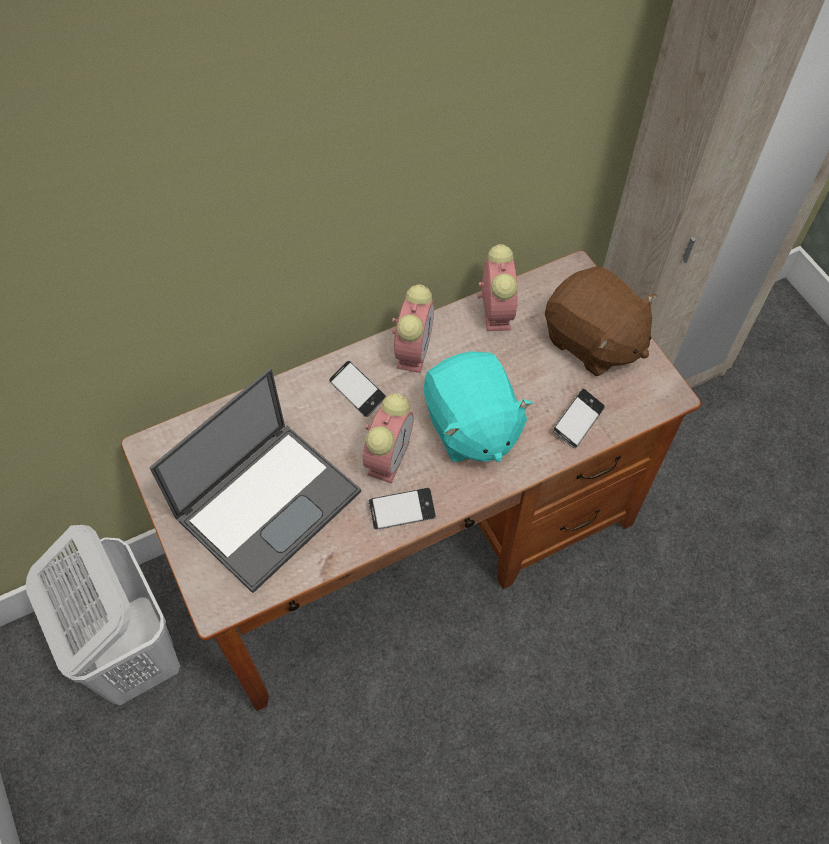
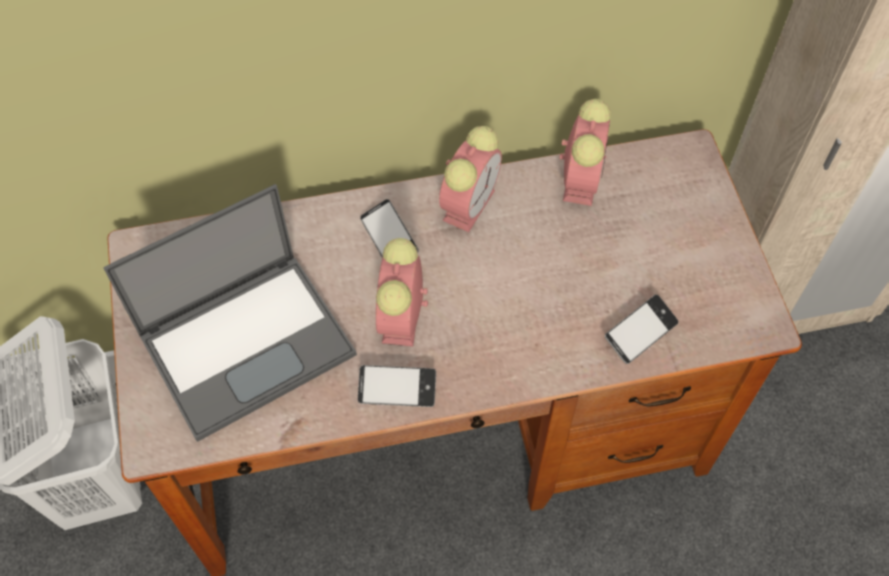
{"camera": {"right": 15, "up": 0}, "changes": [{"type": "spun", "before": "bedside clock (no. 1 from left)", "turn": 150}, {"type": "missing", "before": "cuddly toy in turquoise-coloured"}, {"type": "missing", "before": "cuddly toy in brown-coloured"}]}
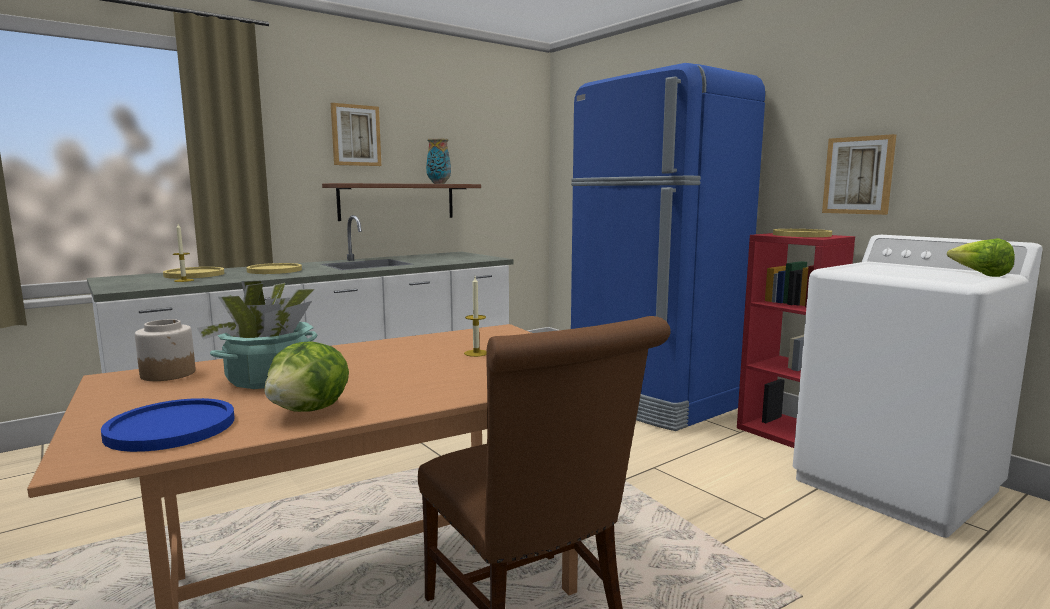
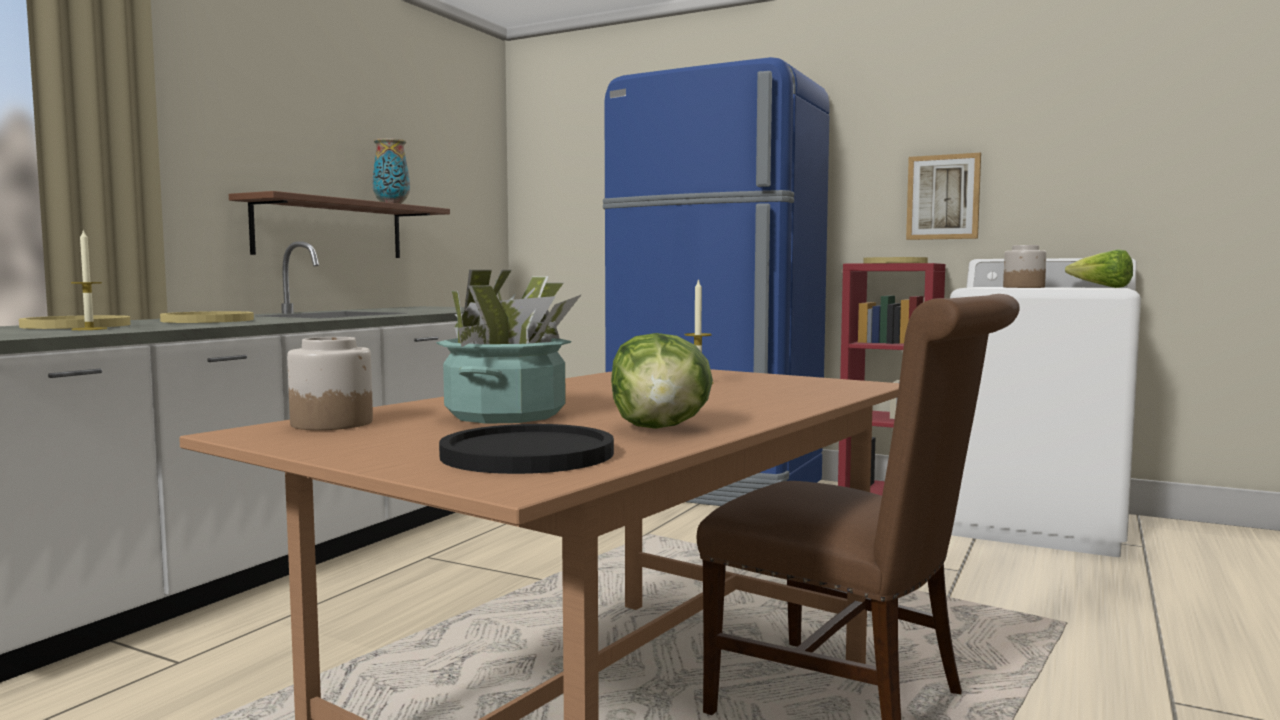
{"camera": {"right": -25, "up": -5}, "changes": [{"type": "colour", "before": "plate in bluish", "after": "plate in black-coloured"}, {"type": "appeared", "after": "storage jar (no. 2 from left)"}, {"type": "missing", "before": "wall picture (no. 1 from left)"}]}
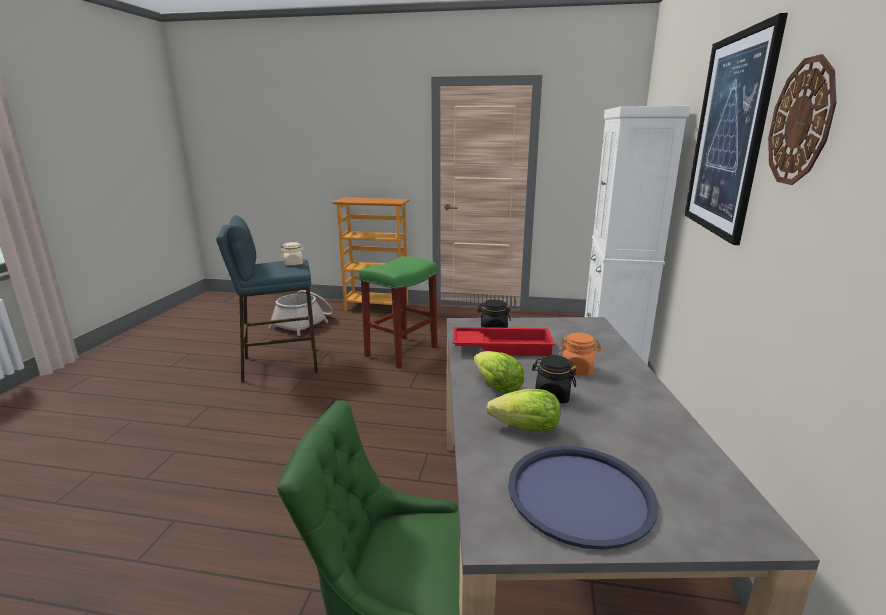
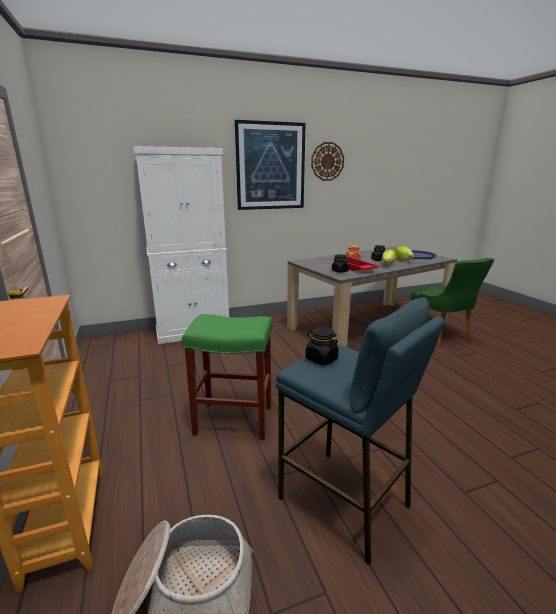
{"camera": {"right": -120, "up": 0}, "changes": [{"type": "colour", "before": "storage jar in beige-coloured", "after": "storage jar in black-coloured (no. 1 from left)"}]}
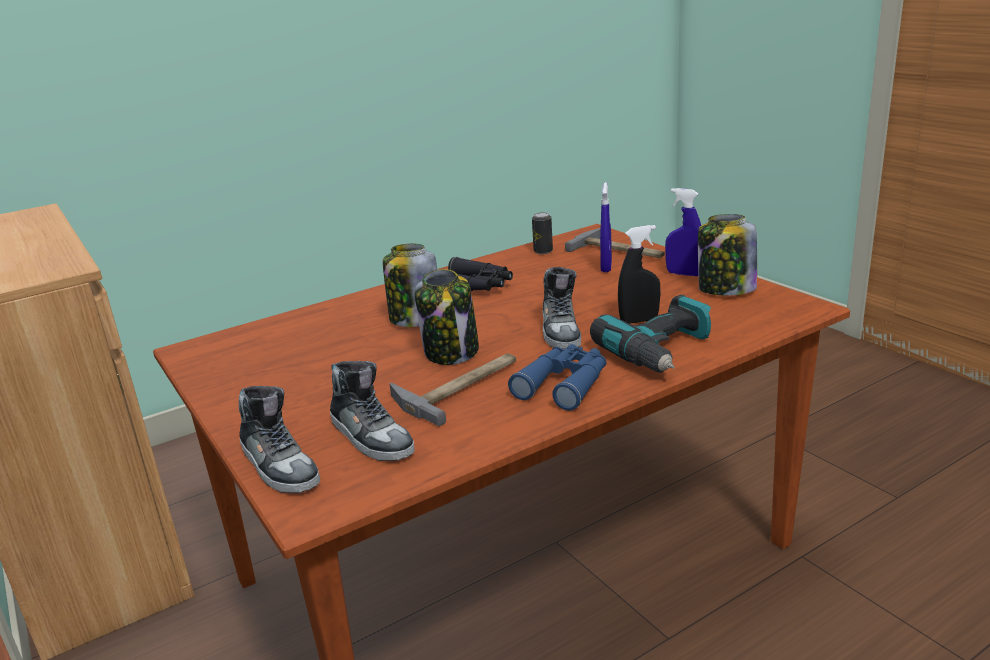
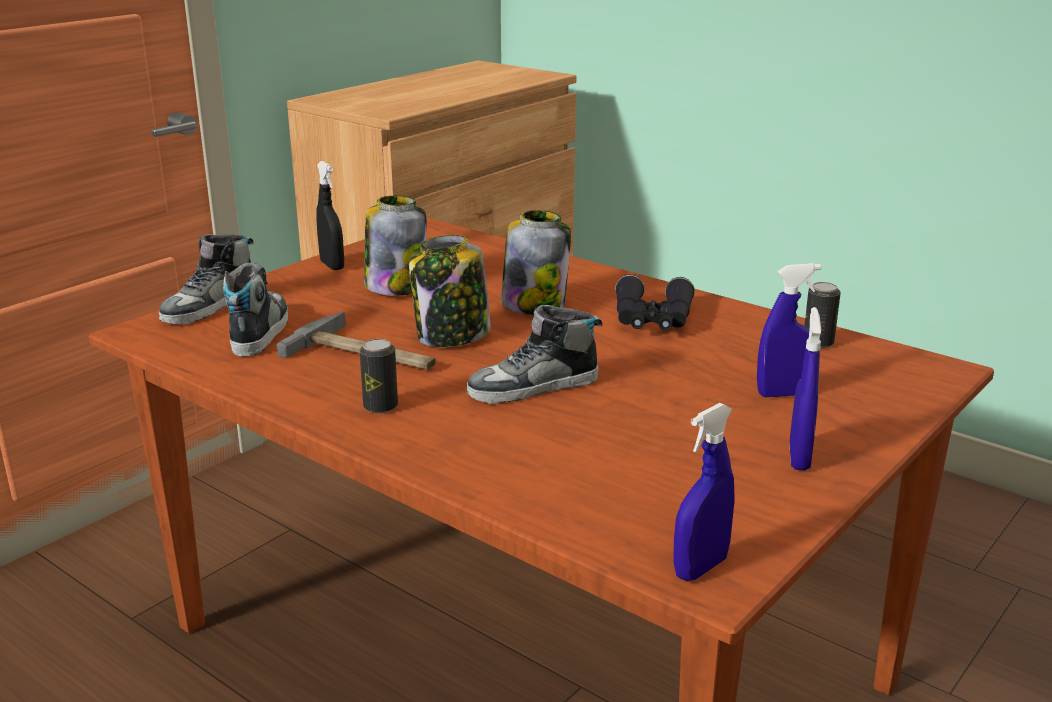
{"camera": {"right": 70, "up": 0}, "changes": [{"type": "spun", "before": "item of footwear (no. 2 from left)", "turn": 150}, {"type": "relocated", "before": "spray bottle in black-coloured"}, {"type": "exchanged", "before": "binoculars in bluish", "after": "metal can (no. 1 from left)"}, {"type": "relocated", "before": "storage jar (no. 3 from left in the first image)", "after": "storage jar (no. 1 from left)"}, {"type": "appeared", "after": "spray bottle in bluish (no. 1 from left)"}, {"type": "missing", "before": "tool hammer (no. 2 from left)"}, {"type": "missing", "before": "electric drill"}]}
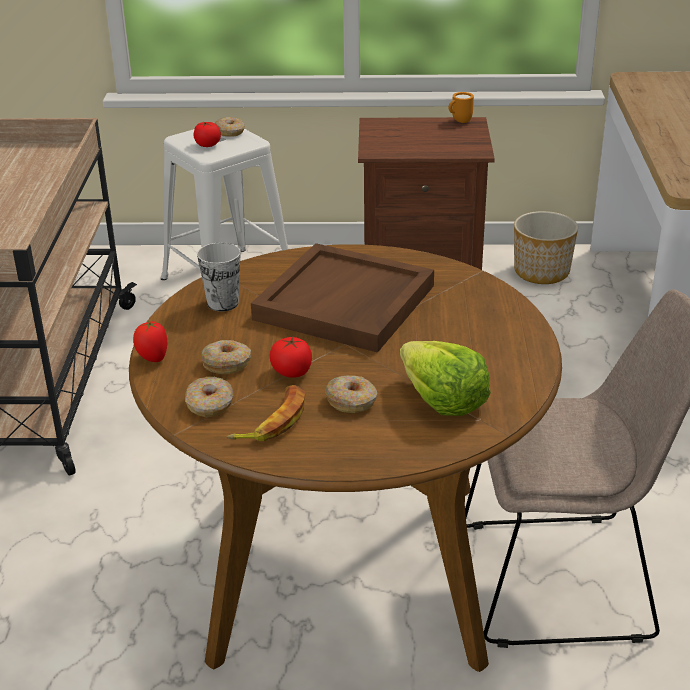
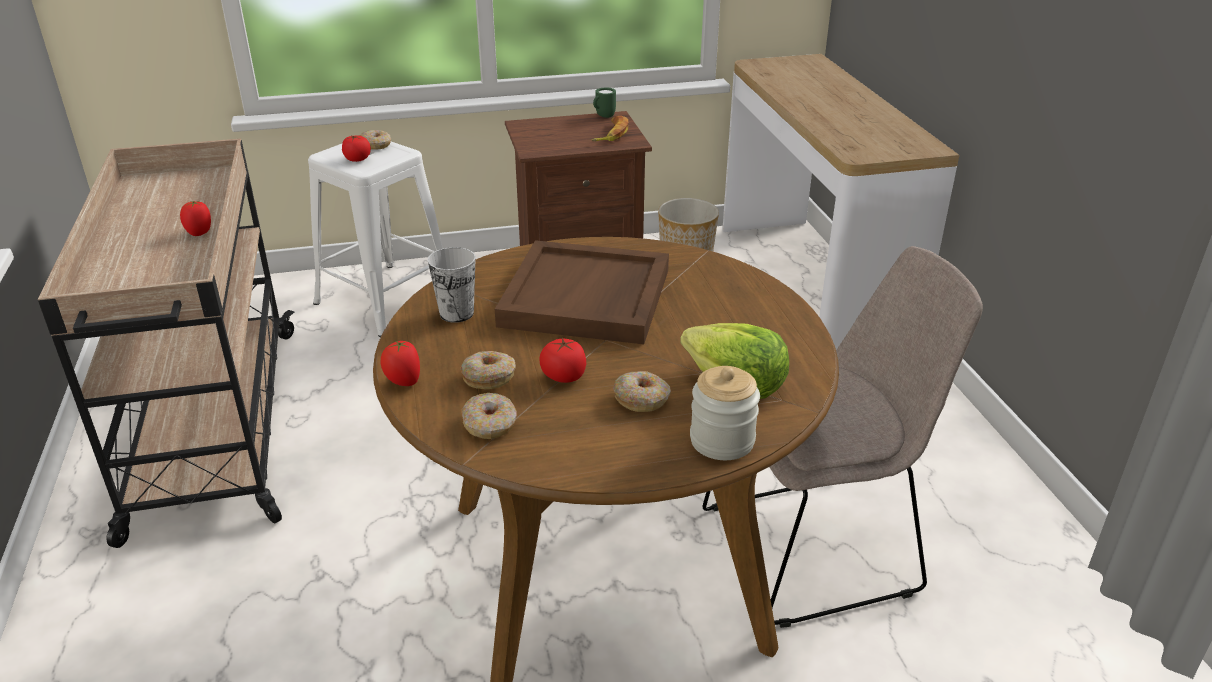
{"camera": {"right": -15, "up": 0}, "changes": [{"type": "appeared", "after": "whole tomato (no. 1 from left)"}, {"type": "relocated", "before": "banana fruit"}, {"type": "colour", "before": "tea mug in orangey", "after": "tea mug in greenish"}, {"type": "appeared", "after": "storage jar"}]}
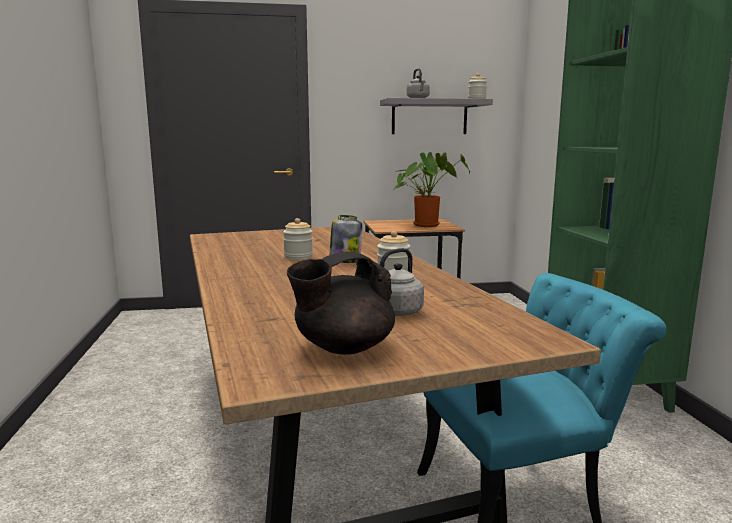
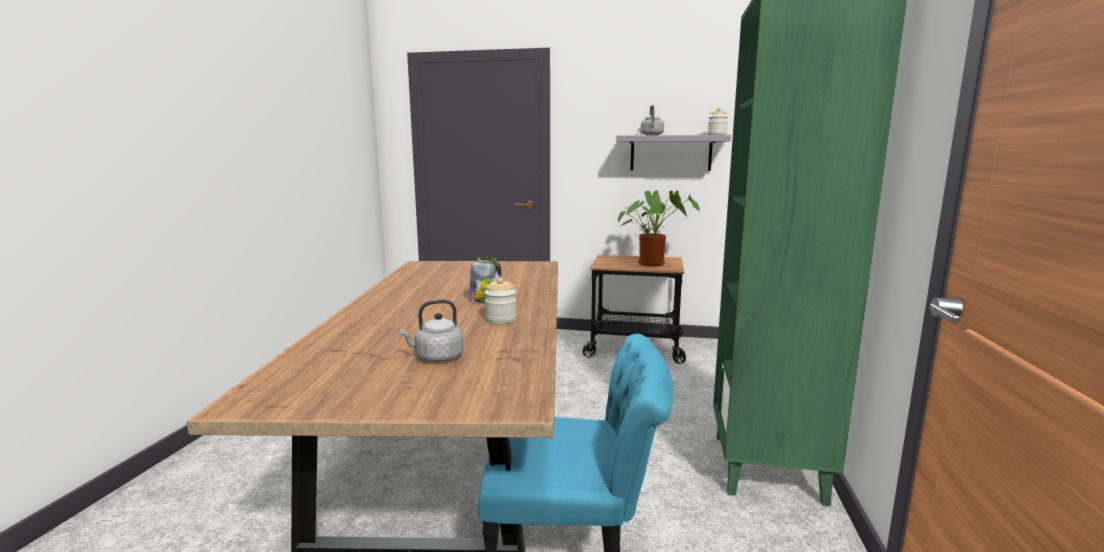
{"camera": {"right": 20, "up": 0}, "changes": [{"type": "missing", "before": "storage jar (no. 1 from left)"}, {"type": "missing", "before": "teapot in black-coloured"}]}
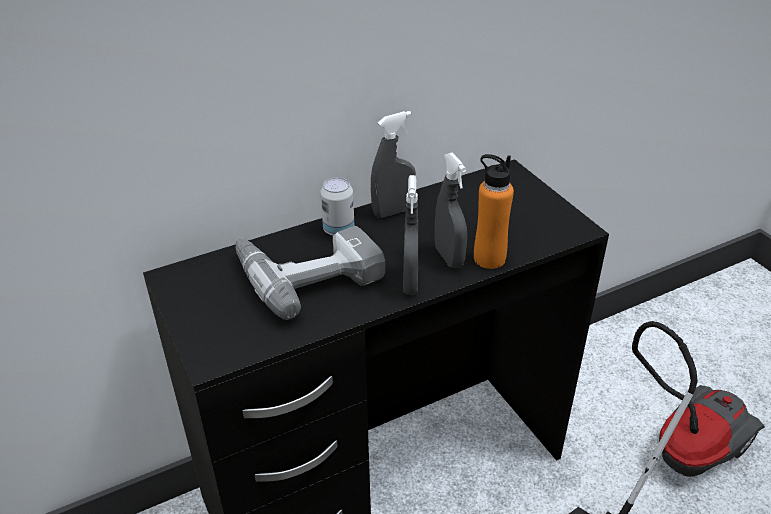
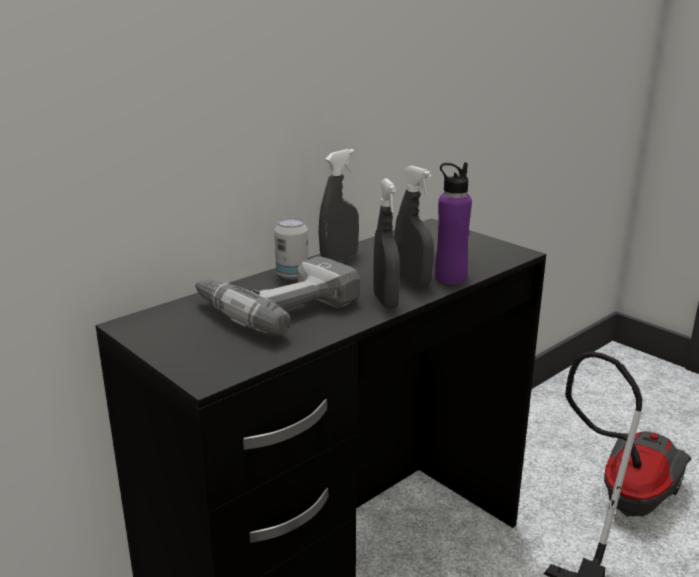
{"camera": {"right": -15, "up": -15}, "changes": [{"type": "colour", "before": "drink bottle in orangey", "after": "drink bottle in purple-coloured"}]}
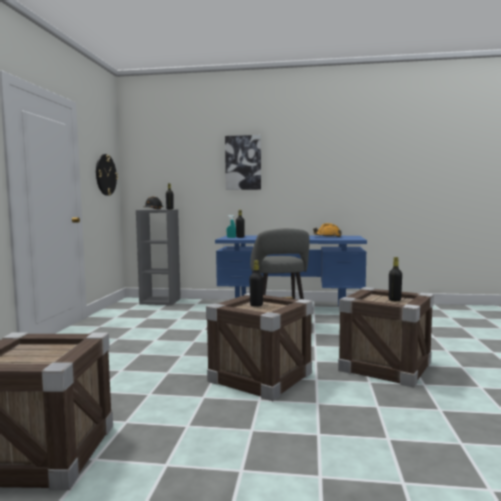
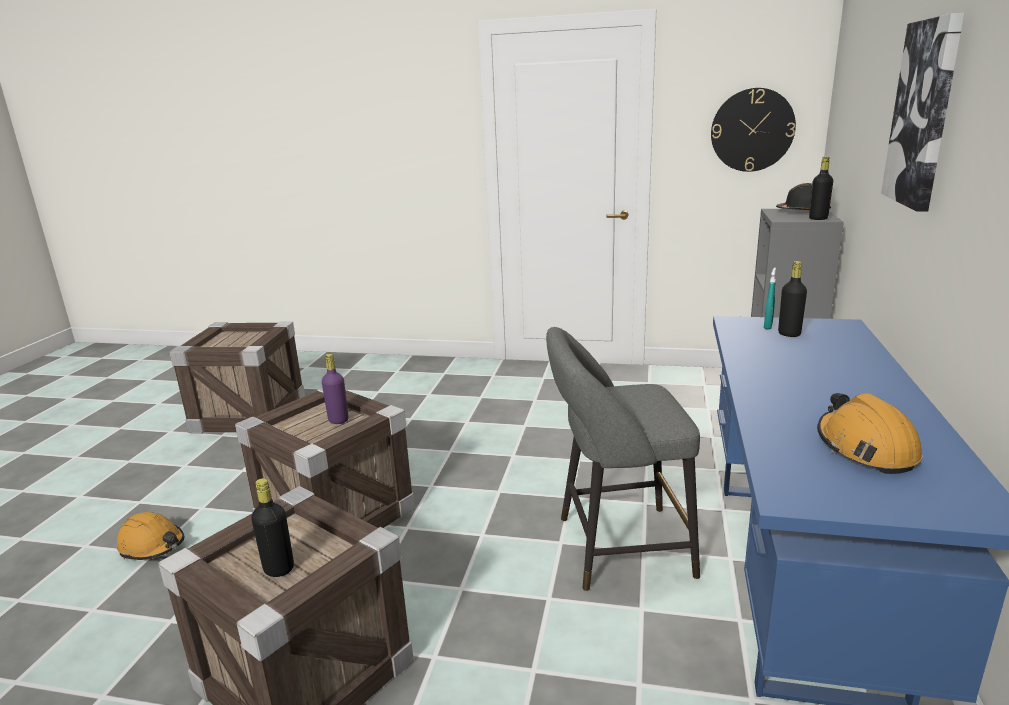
{"camera": {"right": 95, "up": 15}, "changes": [{"type": "appeared", "after": "safety helmet in orangey (no. 1 from left)"}, {"type": "colour", "before": "drink bottle in black-coloured (no. 3 from left)", "after": "drink bottle in purple-coloured"}]}
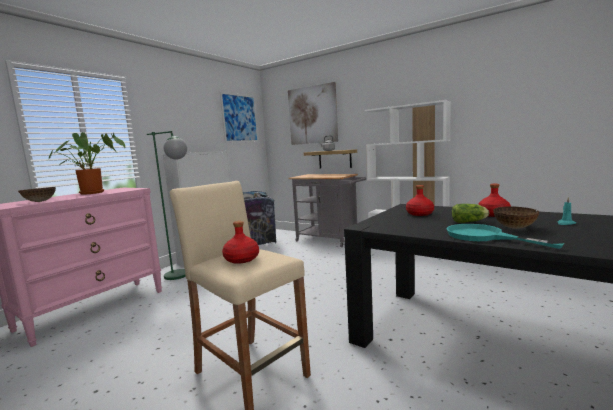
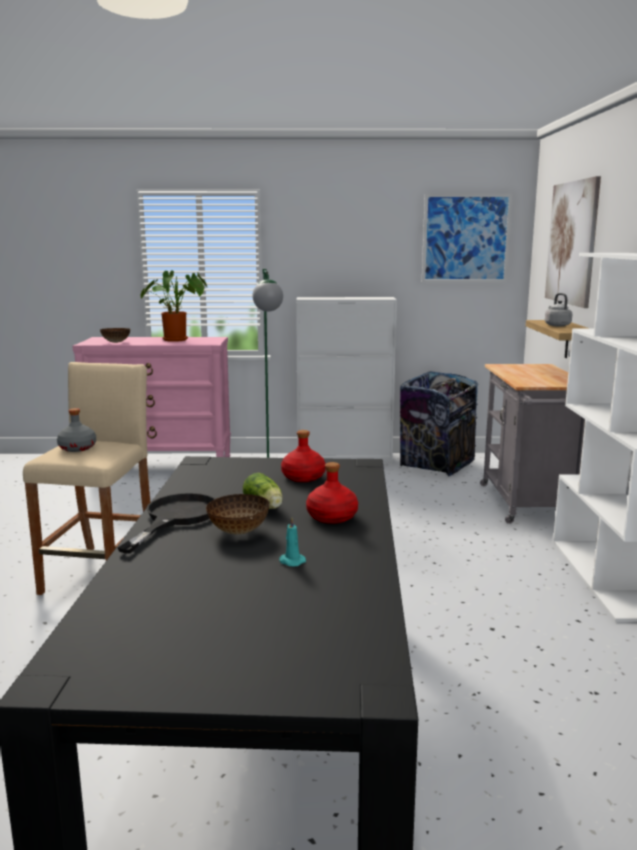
{"camera": {"right": 55, "up": 5}, "changes": [{"type": "colour", "before": "drink bottle in red (no. 1 from left)", "after": "drink bottle in grey"}, {"type": "colour", "before": "frying pan in turquoise-coloured", "after": "frying pan in black-coloured"}]}
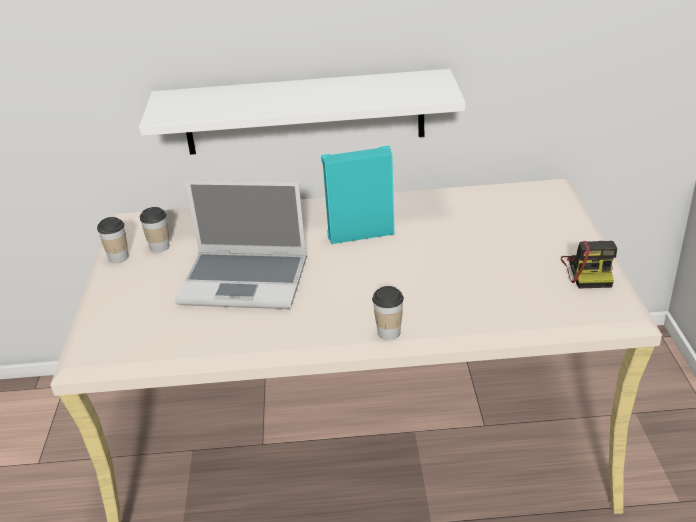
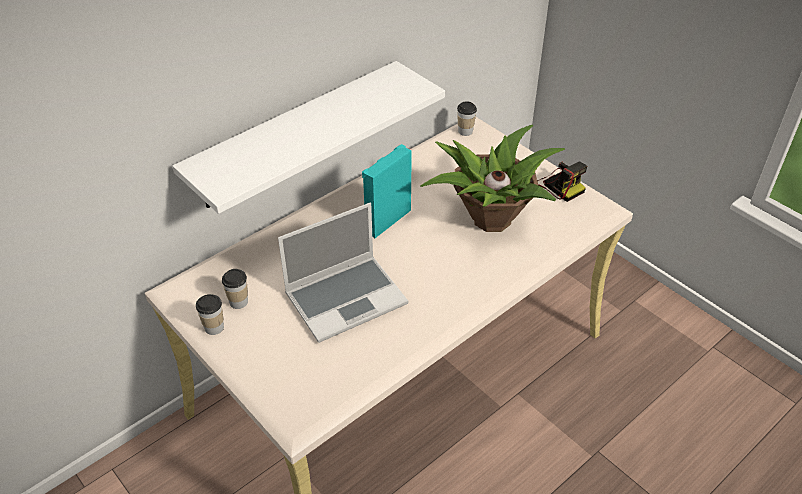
{"camera": {"right": -40, "up": 10}, "changes": [{"type": "appeared", "after": "potted plant"}, {"type": "relocated", "before": "cup (no. 3 from left)"}]}
